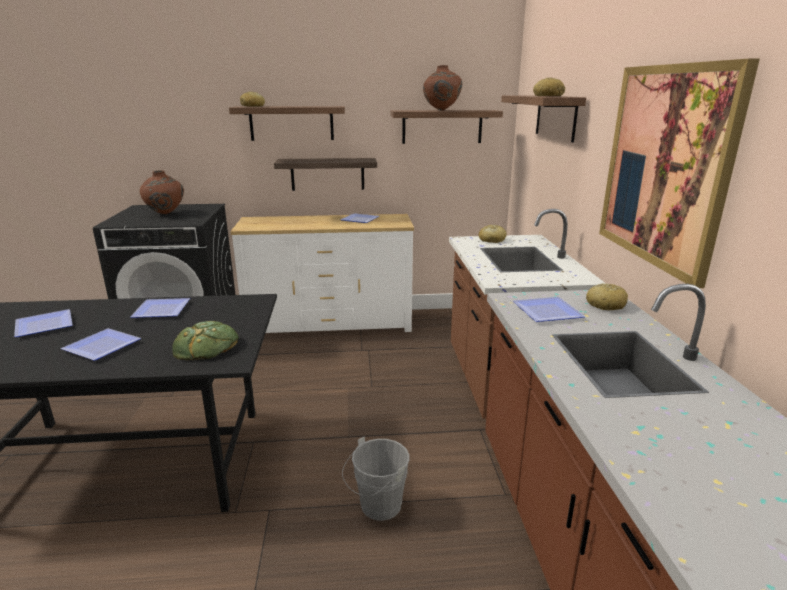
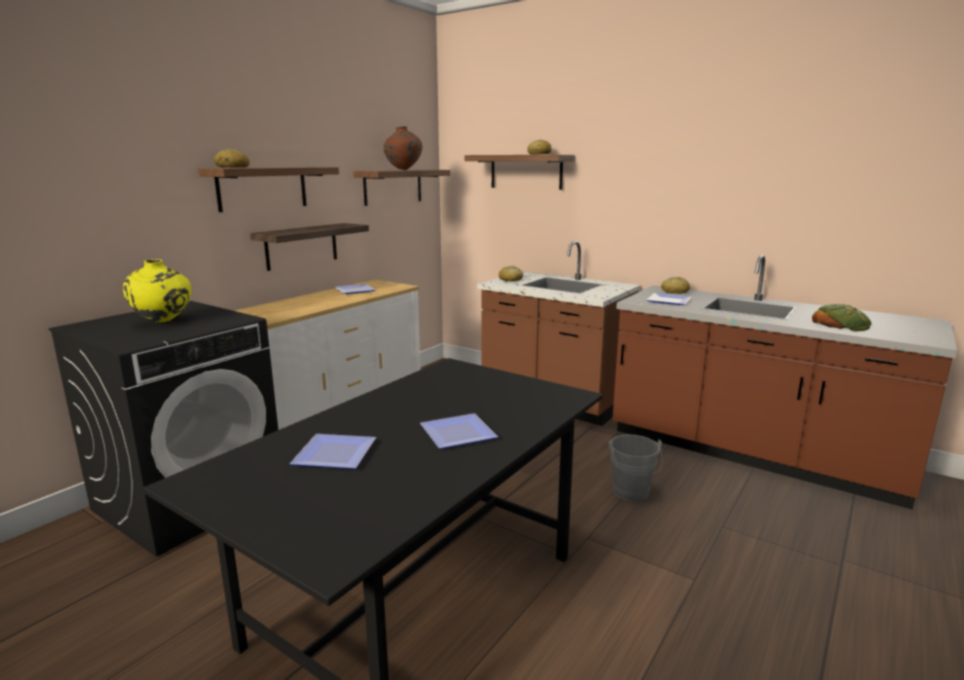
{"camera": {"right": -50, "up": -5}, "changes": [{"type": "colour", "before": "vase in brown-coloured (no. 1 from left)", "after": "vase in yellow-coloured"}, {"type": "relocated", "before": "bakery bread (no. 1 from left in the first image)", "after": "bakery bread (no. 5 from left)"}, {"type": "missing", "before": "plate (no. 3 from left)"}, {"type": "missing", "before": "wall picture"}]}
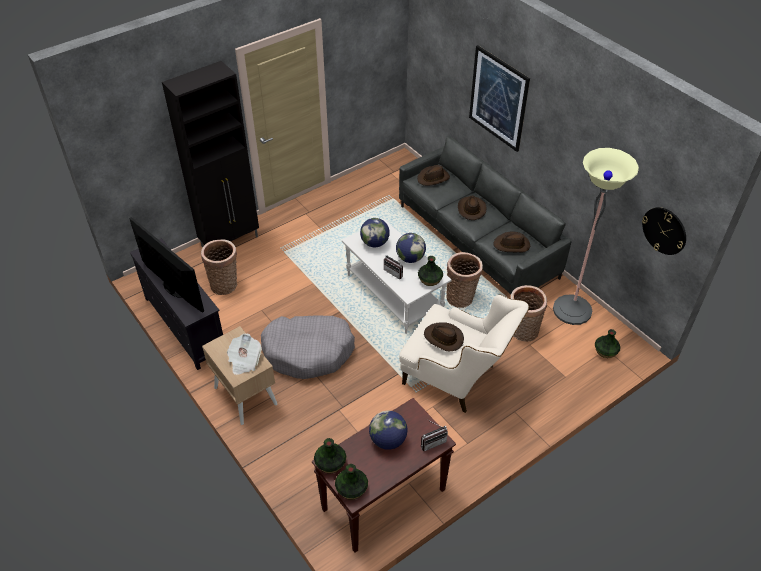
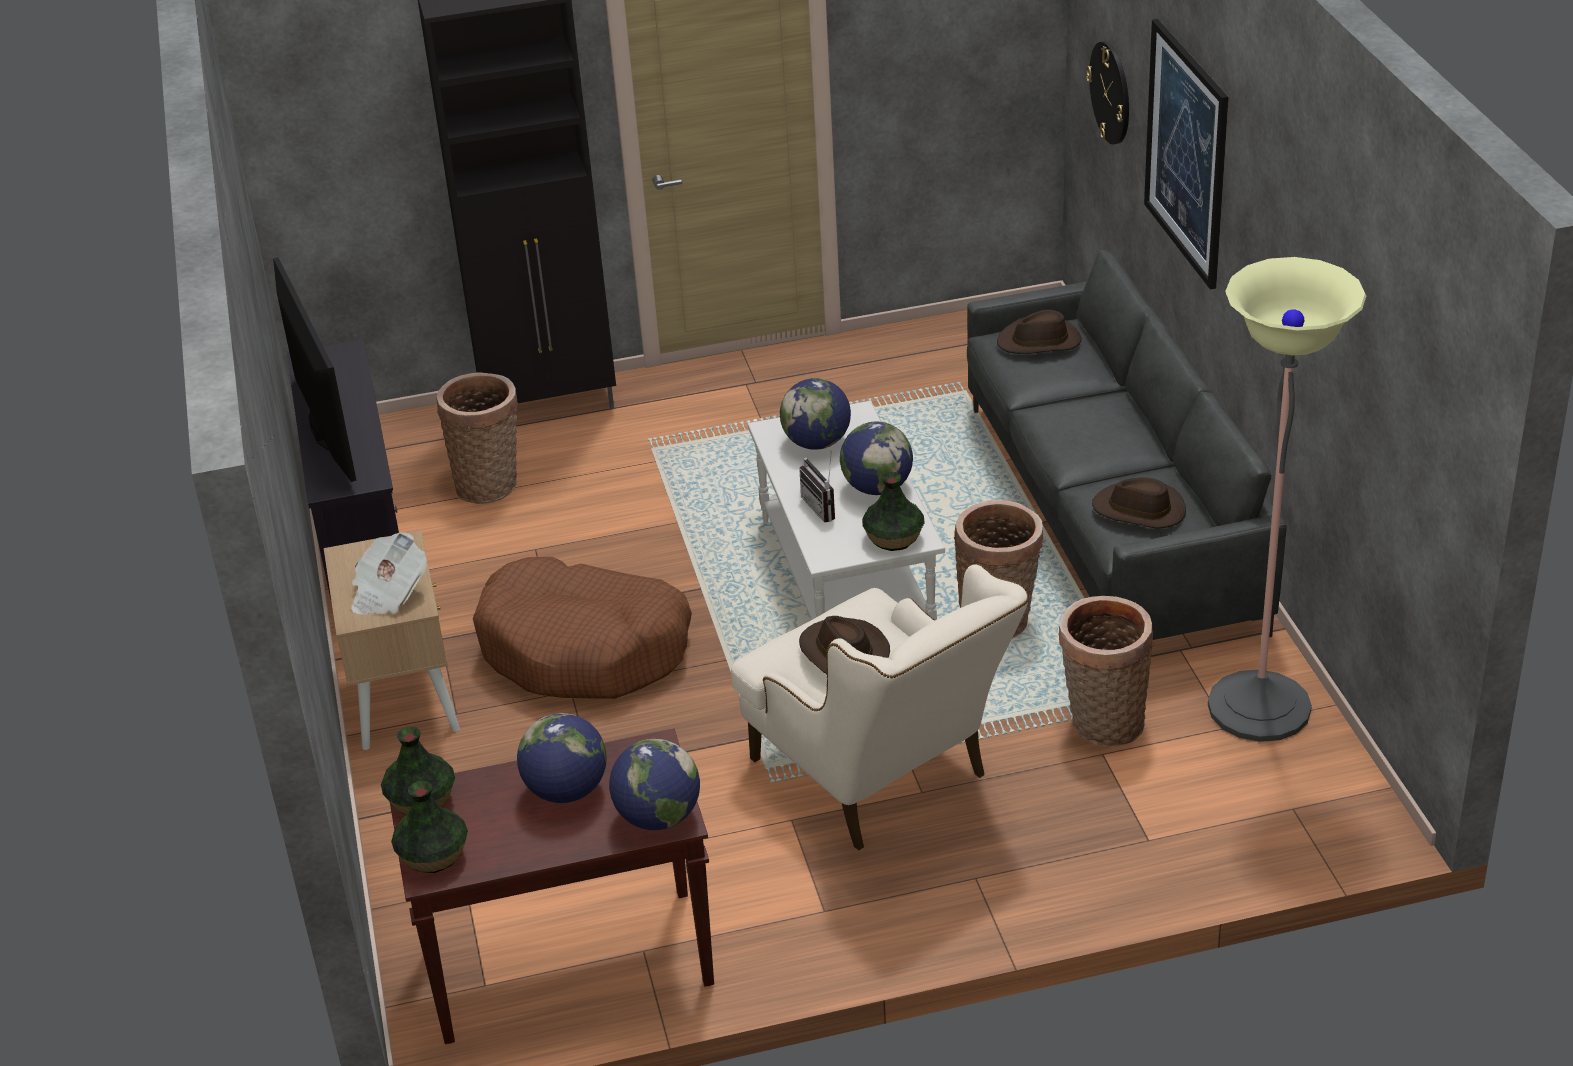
{"camera": {"right": 25, "up": -10}, "changes": [{"type": "colour", "before": "dog bed in grey", "after": "dog bed in brown-coloured"}, {"type": "exchanged", "before": "radio (no. 2 from left)", "after": "desk globe (no. 2 from left)"}, {"type": "relocated", "before": "hanging clock"}, {"type": "missing", "before": "clothing hat in brown-coloured (no. 3 from left)"}, {"type": "missing", "before": "vase (no. 4 from left)"}]}
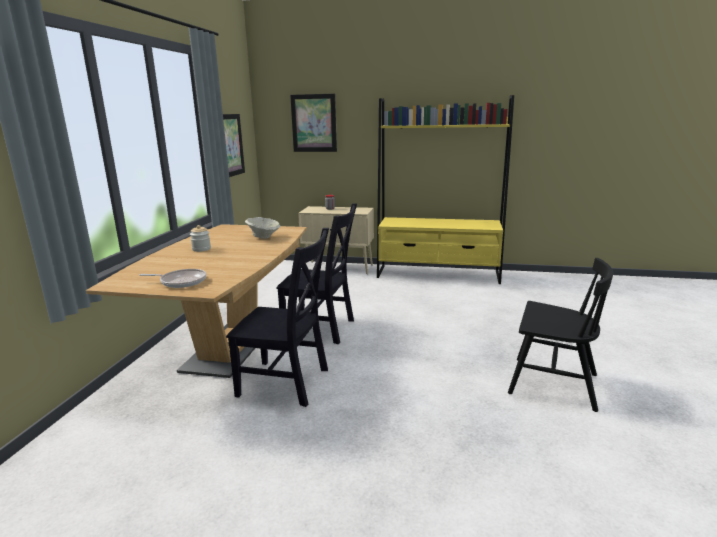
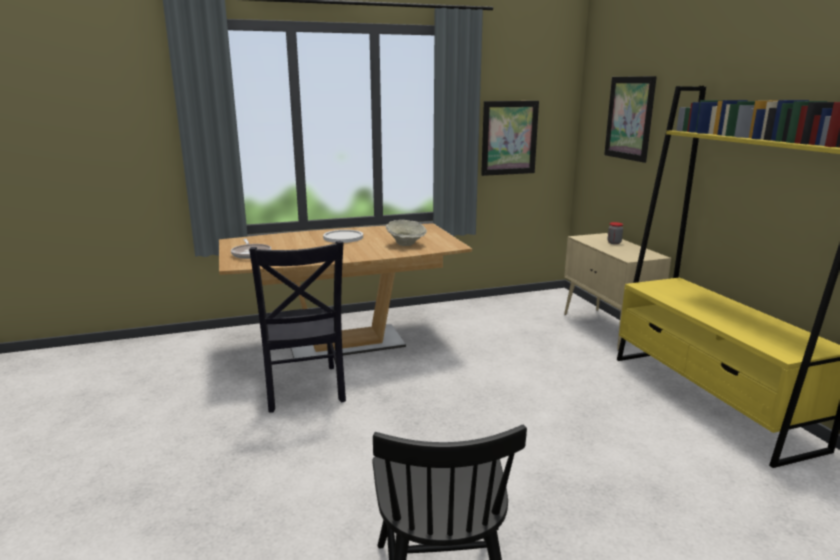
{"camera": {"right": 60, "up": 0}, "changes": [{"type": "exchanged", "before": "storage jar (no. 1 from left)", "after": "plate in white-coloured"}, {"type": "missing", "before": "chair in black-coloured (no. 2 from left)"}]}
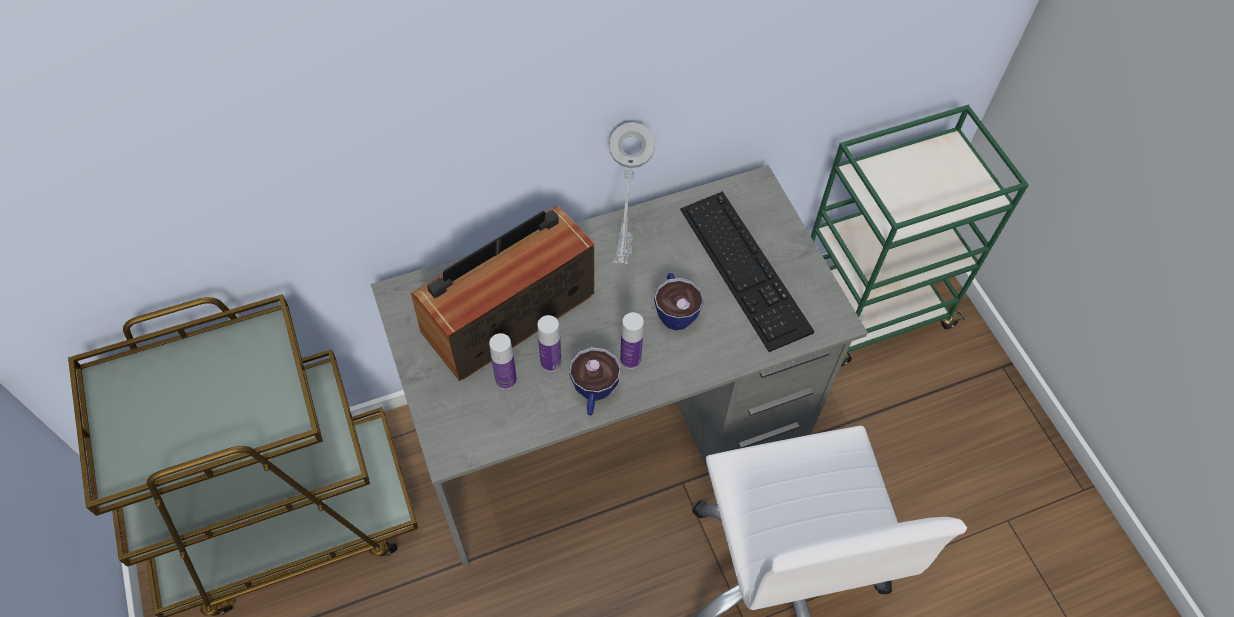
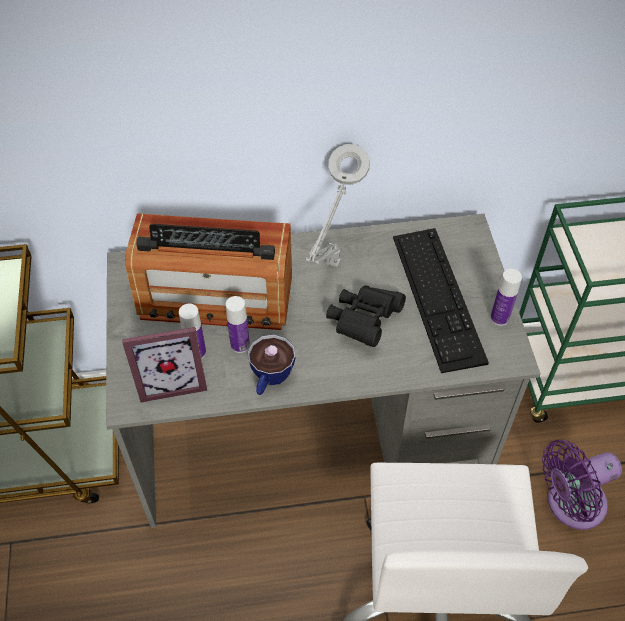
{"camera": {"right": 15, "up": -5}, "changes": [{"type": "appeared", "after": "photo frame"}, {"type": "spun", "before": "radio", "turn": -150}, {"type": "exchanged", "before": "cup (no. 2 from left)", "after": "binoculars in black-coloured"}, {"type": "relocated", "before": "drink bottle (no. 3 from left)"}, {"type": "appeared", "after": "fan in purple-coloured"}]}
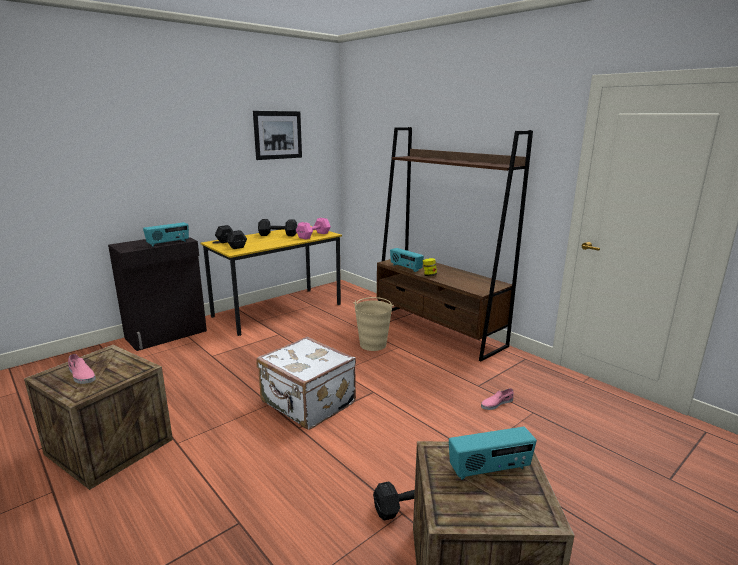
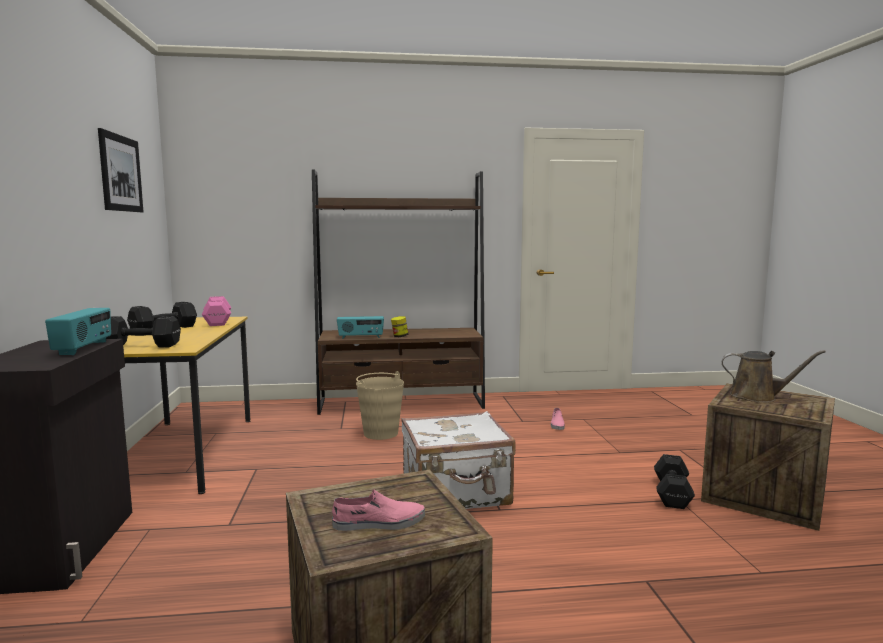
{"camera": {"right": -55, "up": -10}, "changes": [{"type": "exchanged", "before": "radio (no. 3 from left)", "after": "watering can in brown-coloured"}]}
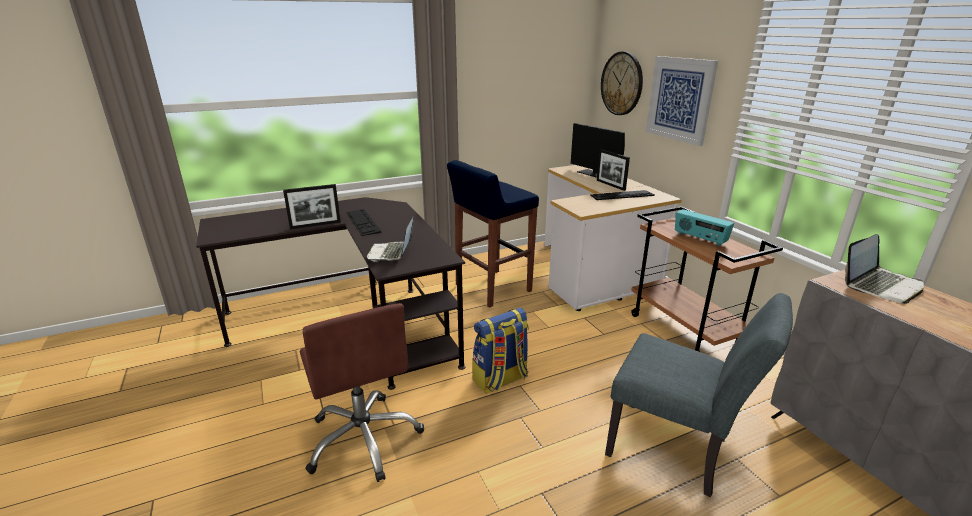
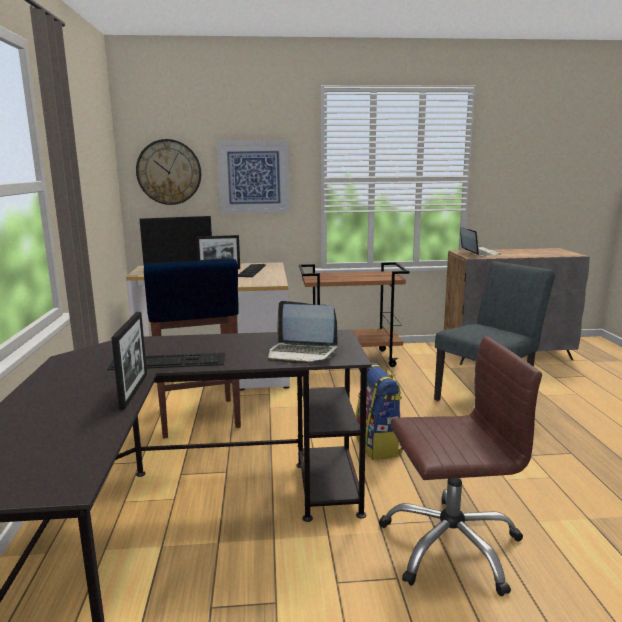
{"camera": {"right": -70, "up": -10}, "changes": [{"type": "missing", "before": "radio"}]}
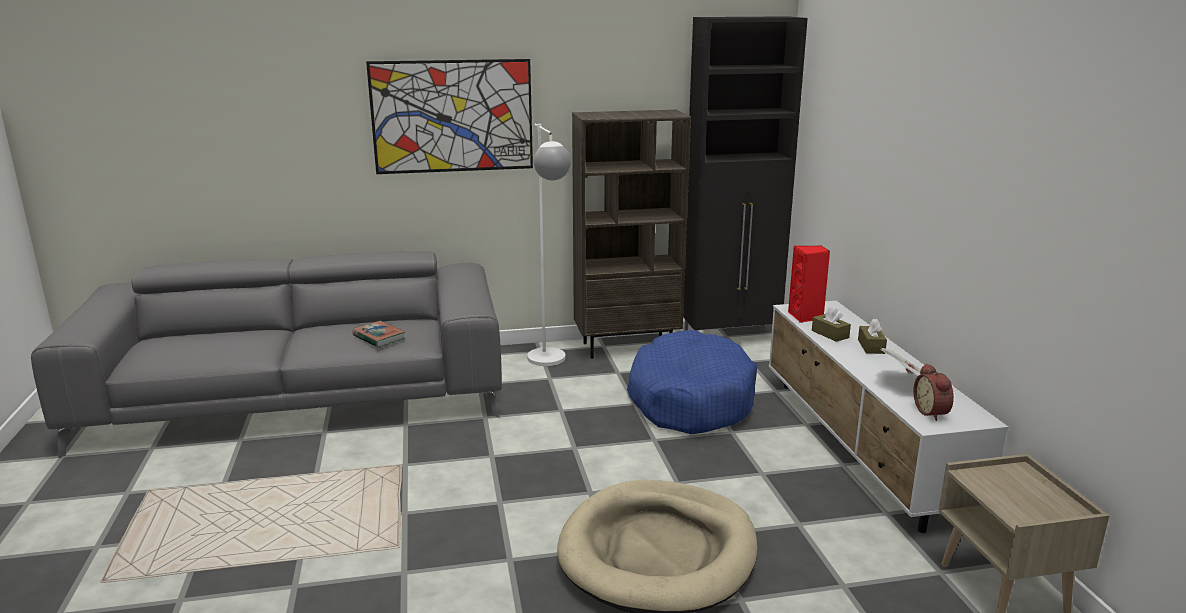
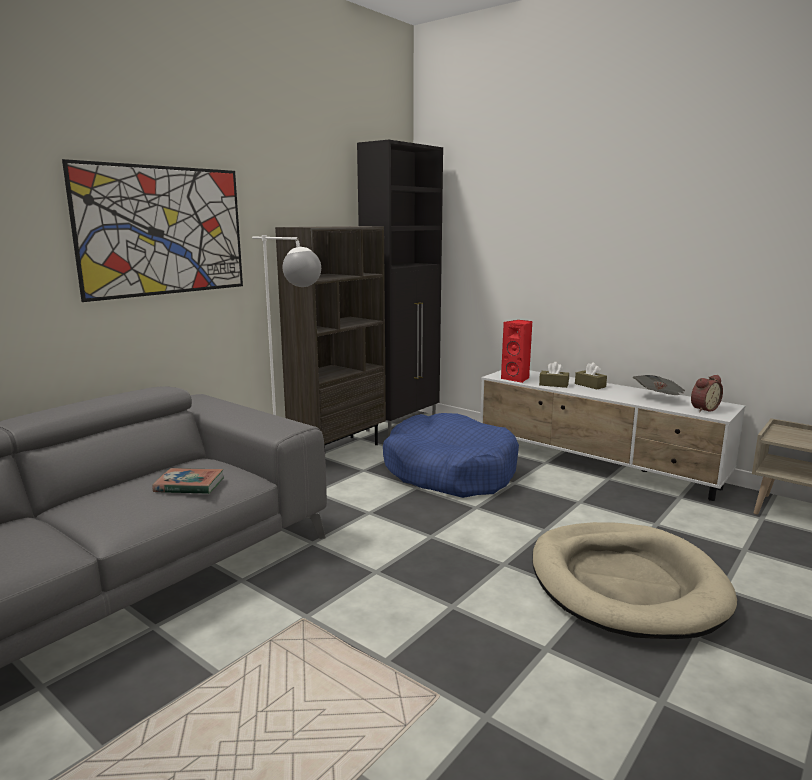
{"camera": {"right": -40, "up": -5}, "changes": [{"type": "spun", "before": "bedside clock", "turn": -75}]}
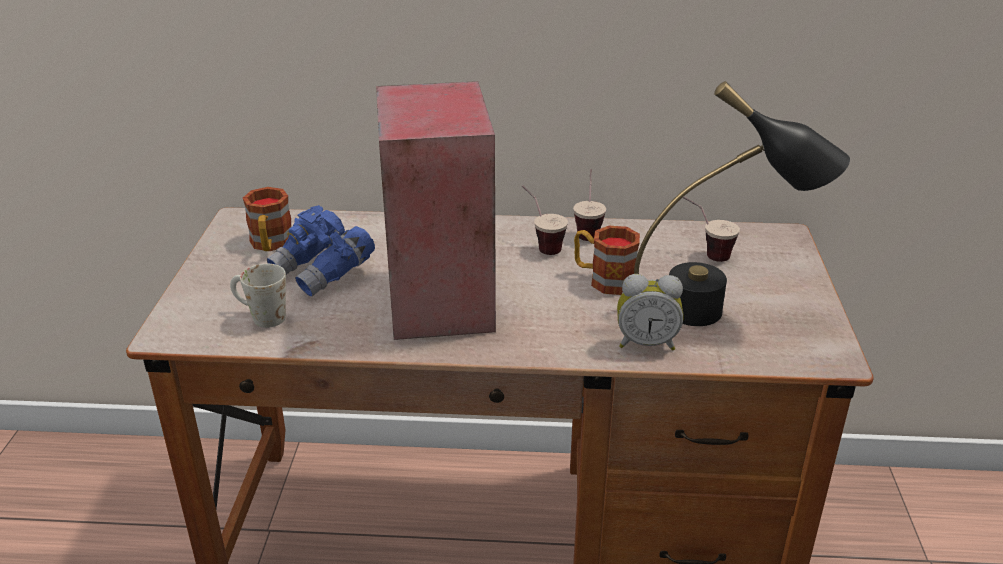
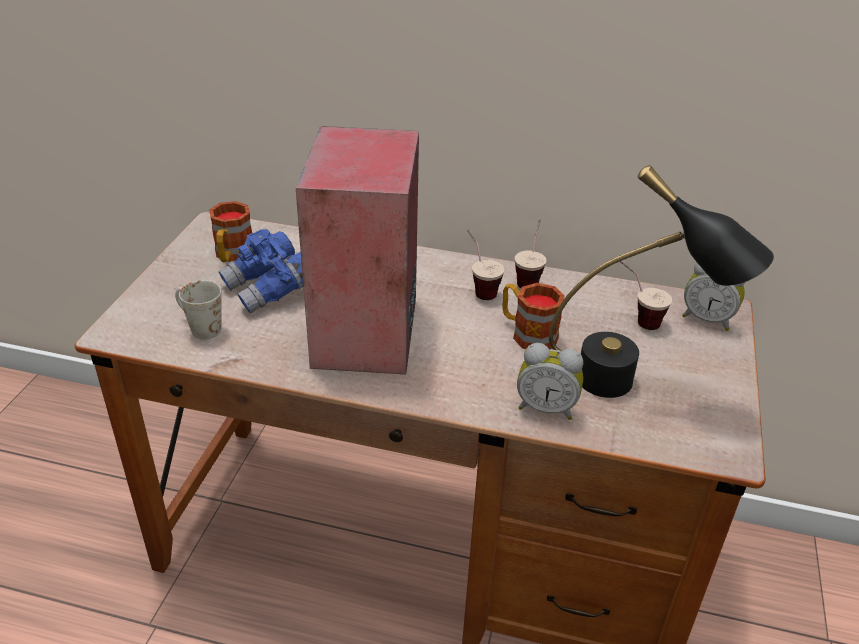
{"camera": {"right": 10, "up": 5}, "changes": [{"type": "appeared", "after": "bedside clock (no. 2 from left)"}]}
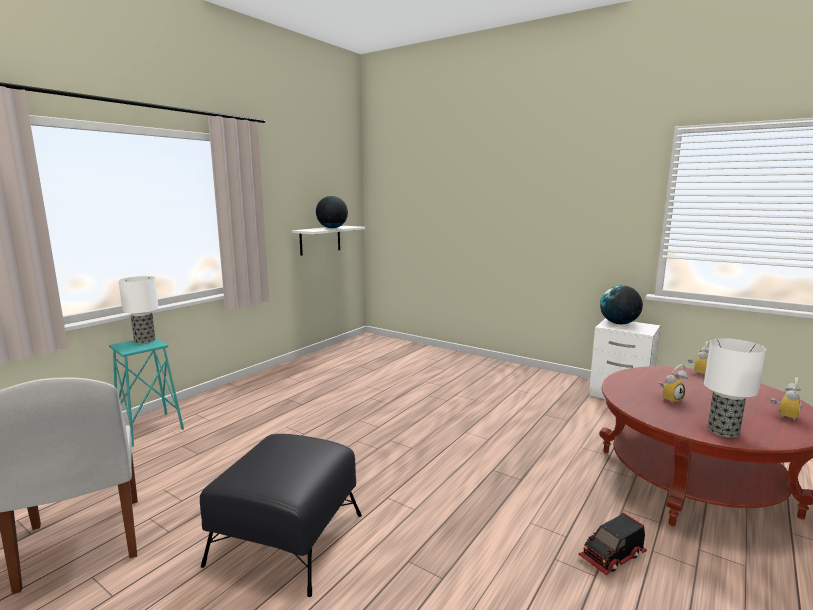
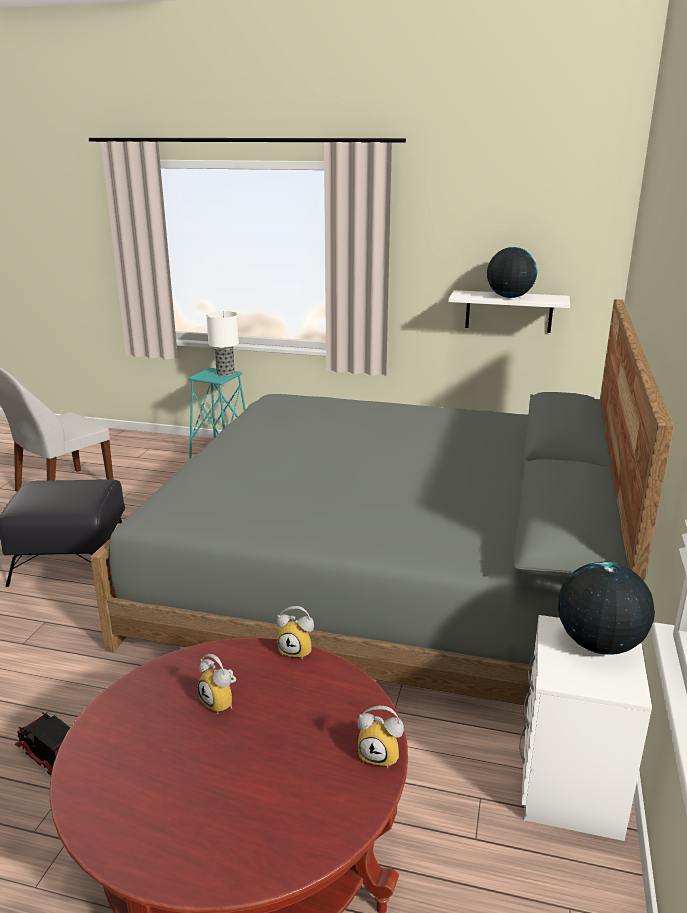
{"camera": {"right": 70, "up": 10}, "changes": [{"type": "appeared", "after": "bed in grey"}, {"type": "relocated", "before": "bedside clock (no. 3 from left in the first image)", "after": "bedside clock (no. 2 from left)"}, {"type": "missing", "before": "tabletop lamp (no. 2 from left)"}]}
